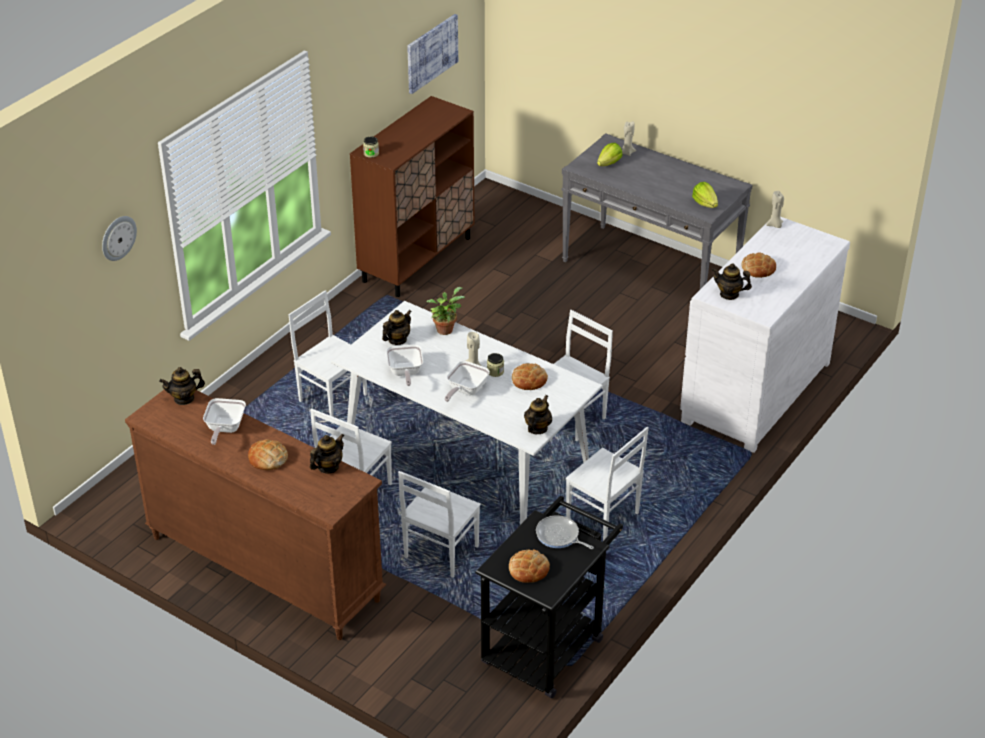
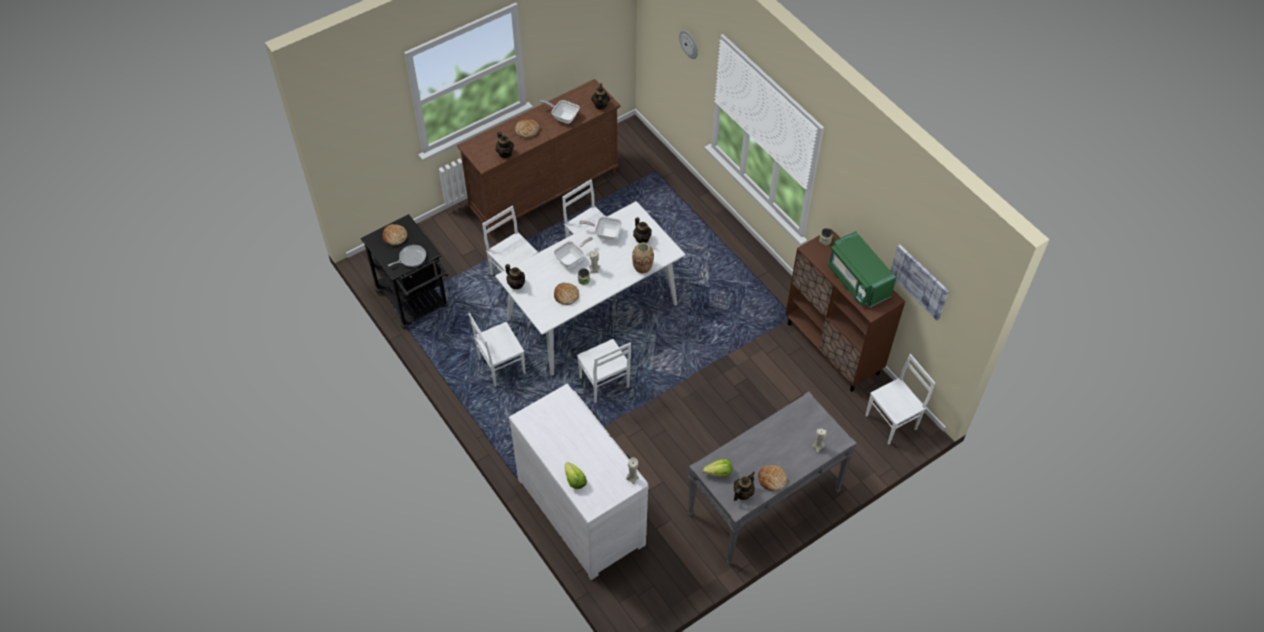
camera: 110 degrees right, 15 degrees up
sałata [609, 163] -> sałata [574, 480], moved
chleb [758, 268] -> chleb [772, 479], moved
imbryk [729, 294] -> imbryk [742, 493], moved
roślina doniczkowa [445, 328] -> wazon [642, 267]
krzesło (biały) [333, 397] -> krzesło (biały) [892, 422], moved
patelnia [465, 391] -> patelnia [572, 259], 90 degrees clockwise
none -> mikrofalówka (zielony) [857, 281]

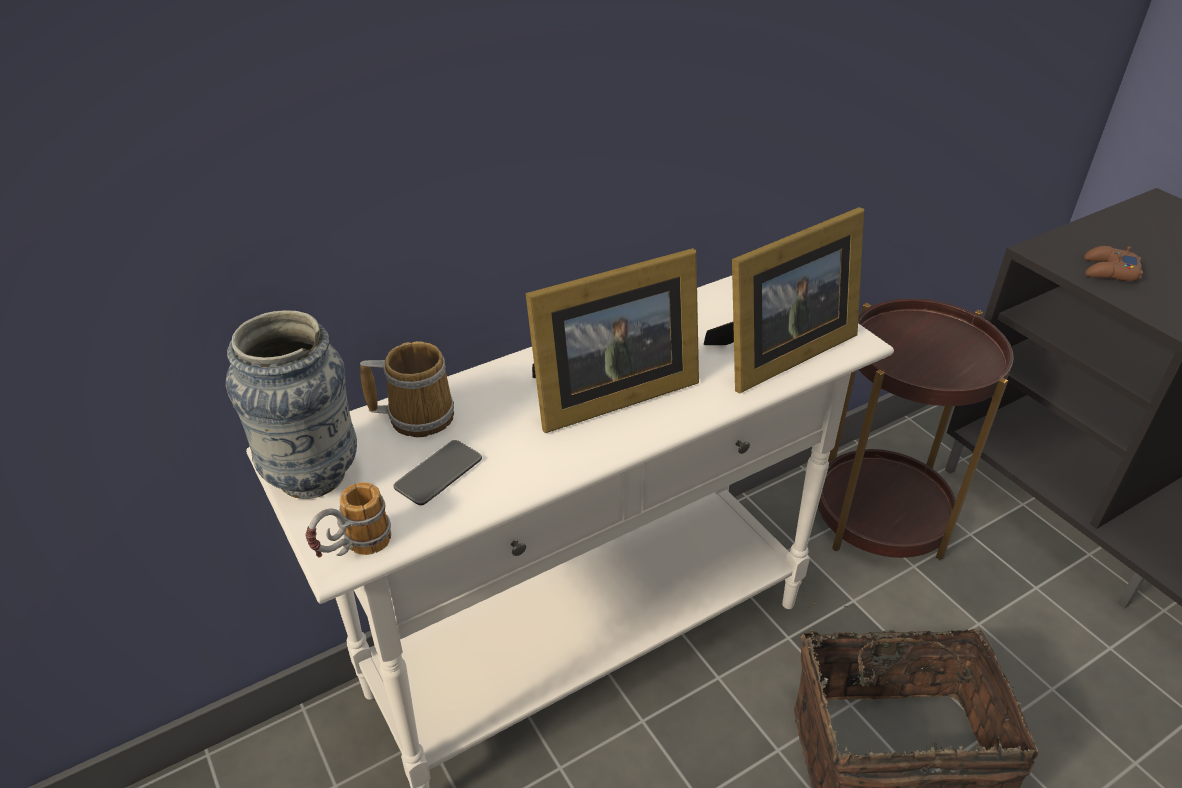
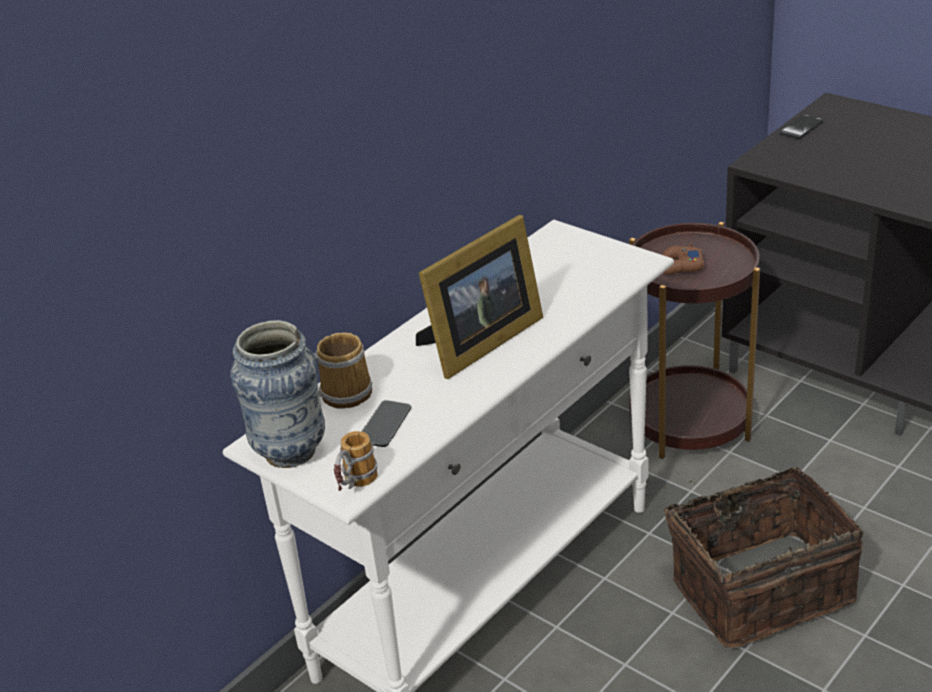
camera: 15 degrees left, 5 degrees down
ramka na zdjęcie [778, 353] -> none
pad do gier (brązowy) [1109, 271] -> pad do gier (brązowy) [681, 266], moved
none -> telefon [801, 128]

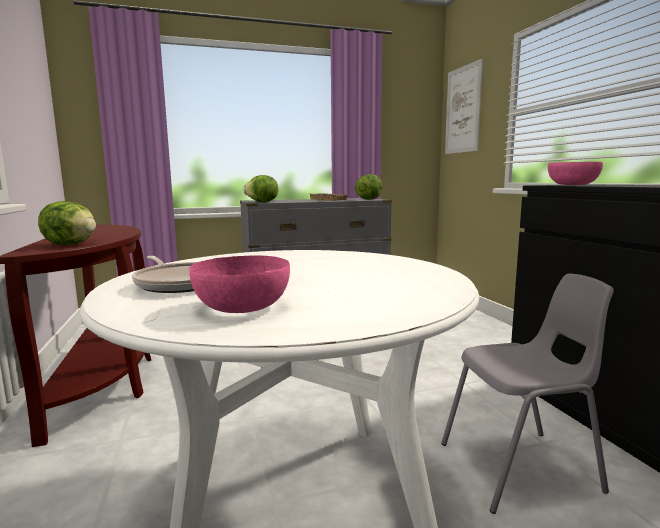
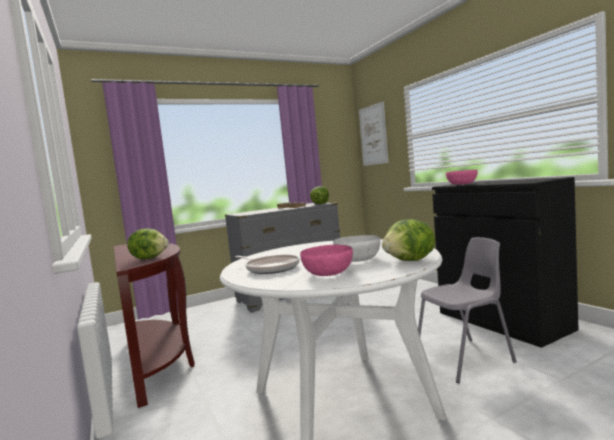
camera: 10 degrees left, 5 degrees down
sałata [262, 202] -> sałata [411, 261], moved
none -> miska (biały) [357, 260]

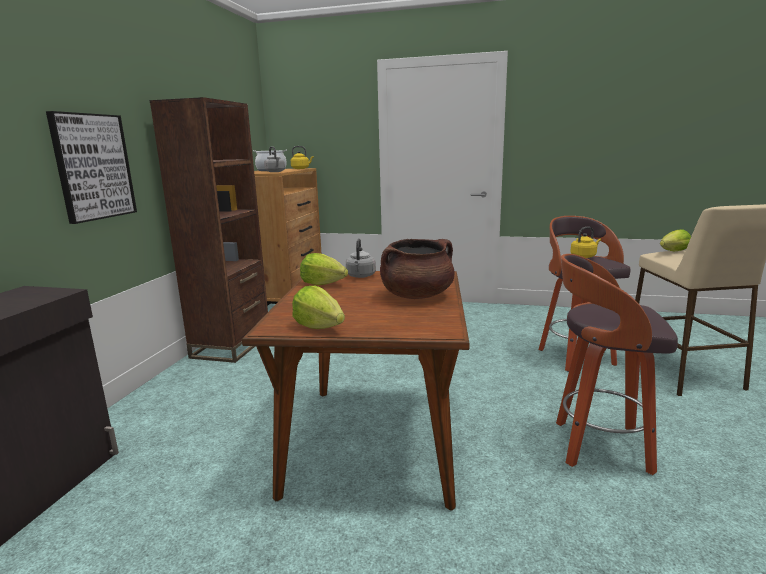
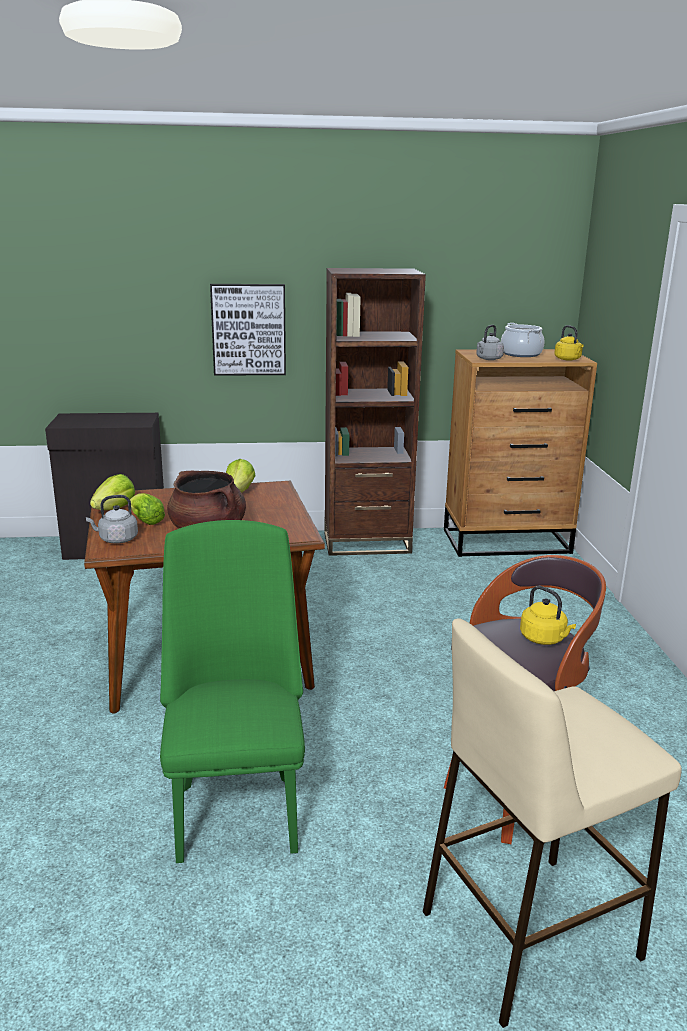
camera: 70 degrees right, 5 degrees up
sałata [672, 252] -> sałata [145, 521], moved
czajnik (szary) [360, 276] -> czajnik (szary) [116, 539], moved
stołek [598, 447] -> krzesło (zielony) [236, 807]

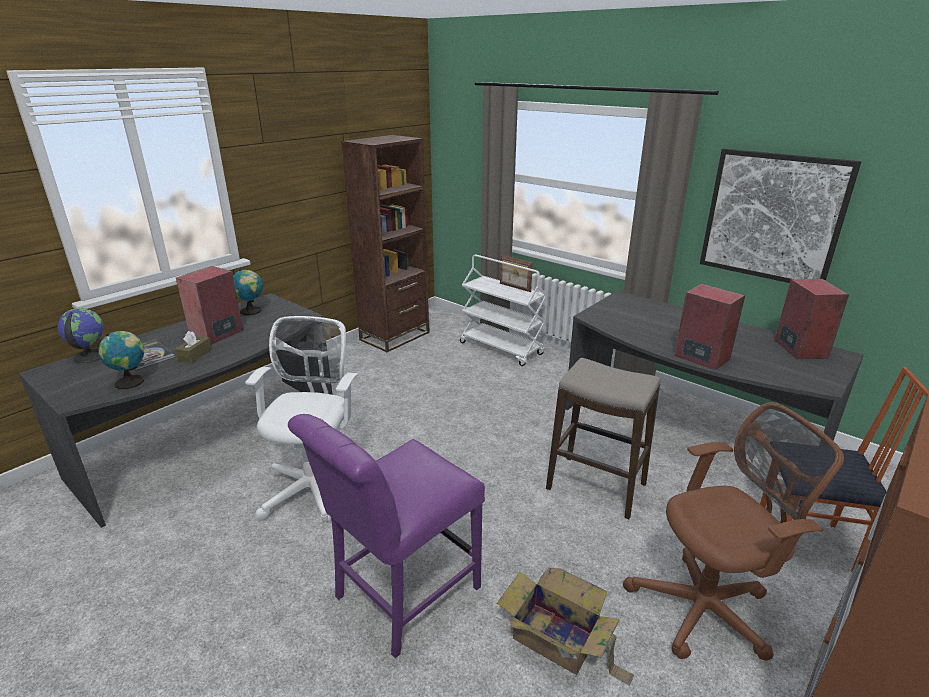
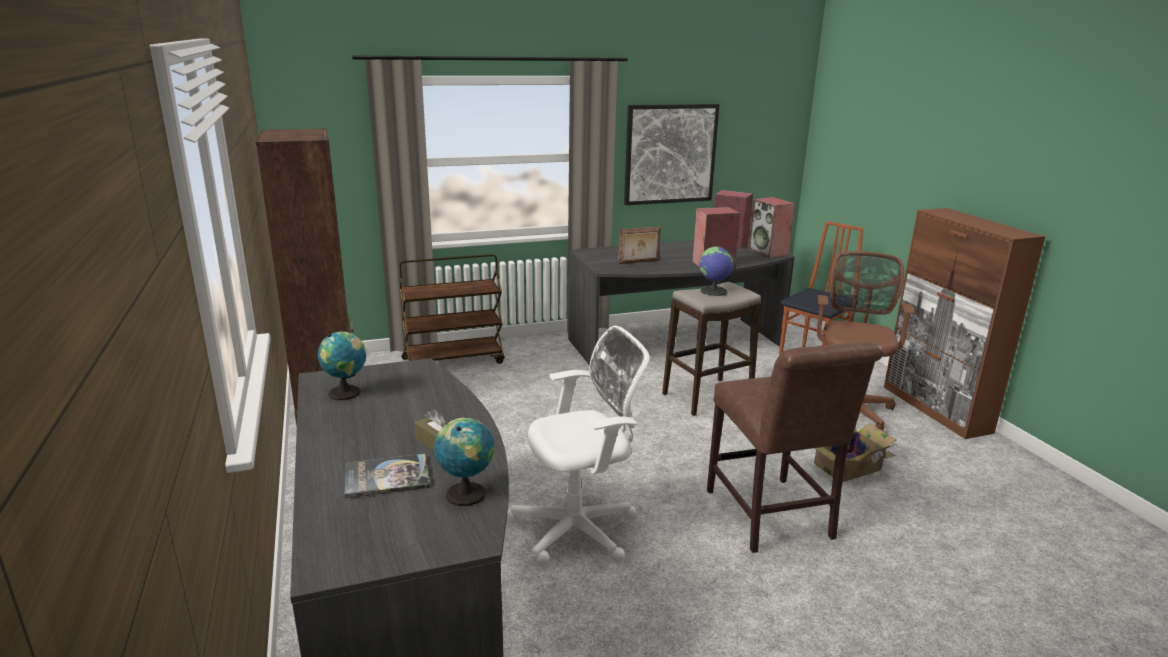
camera: 60 degrees left, 5 degrees down
wózek (biały) [502, 348] -> wózek (brązowy) [454, 360]
ramka na zdjęcie [514, 287] -> ramka na zdjęcie [639, 262], moved
głośnik [216, 334] -> głośnik [768, 252], moved
globus [89, 356] -> globus [713, 291], moved
krzesło biurowe (biały) [315, 486] -> krzesło biurowe (biały) [580, 529], 120 degrees clockwise
krzesło (fioletowy) [400, 596] -> krzesło (brązowy) [771, 518]

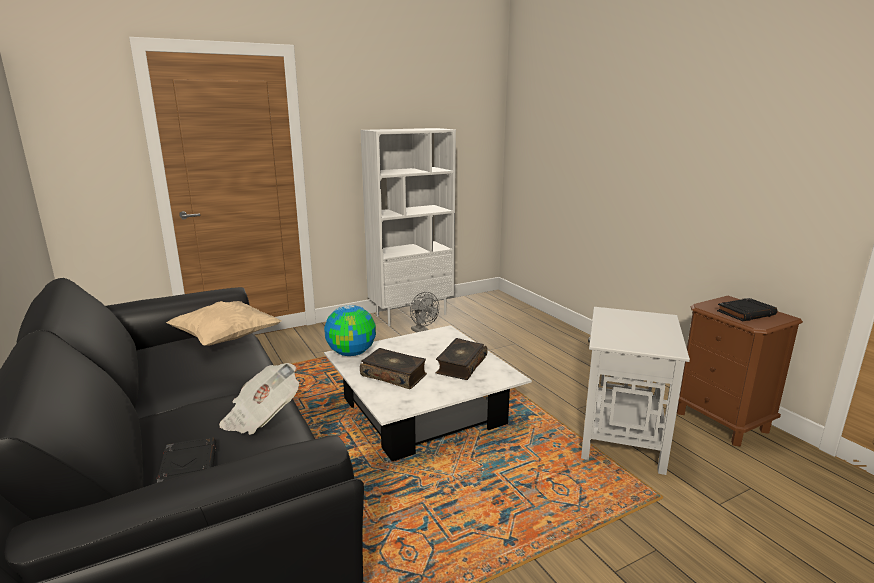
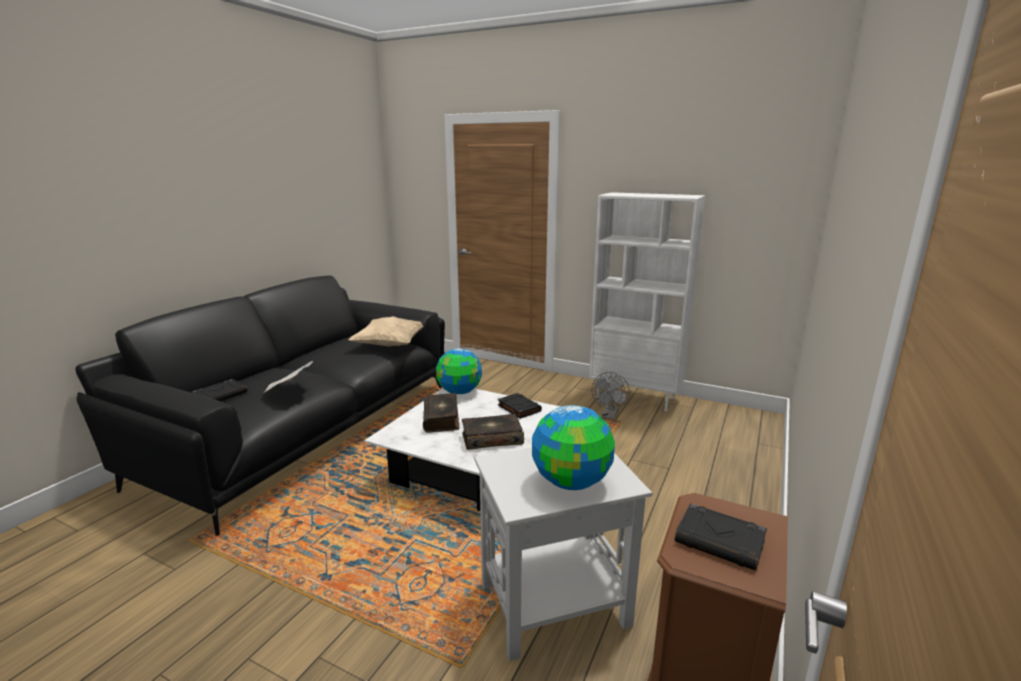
camera: 55 degrees right, 0 degrees up
none -> książka (czarny) [518, 408]
none -> globus [572, 482]

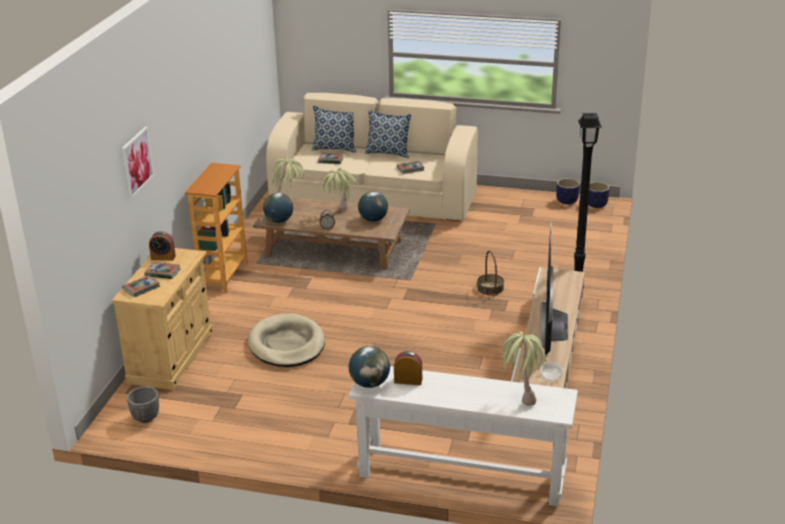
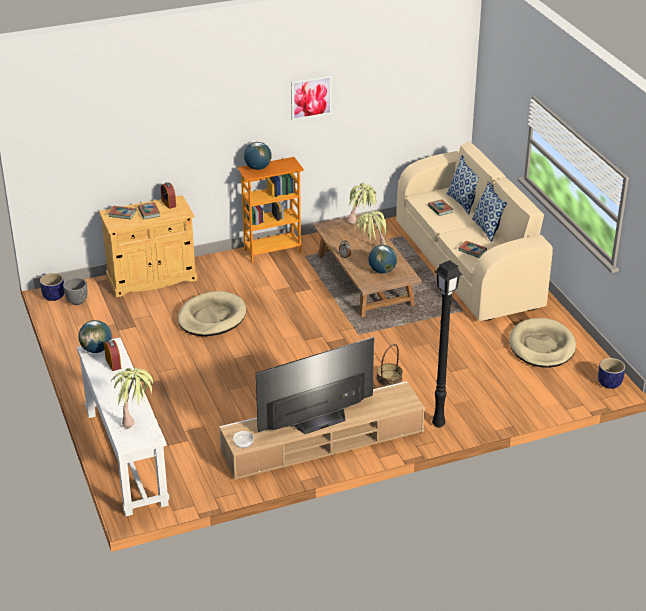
camera: 55 degrees right, 5 degrees up
obraz [137, 162] -> obraz [311, 97], moved
donica [567, 201] -> donica [54, 296], moved
globus [279, 221] -> globus [258, 168], moved
none -> legowisko (beżowy) [542, 346]

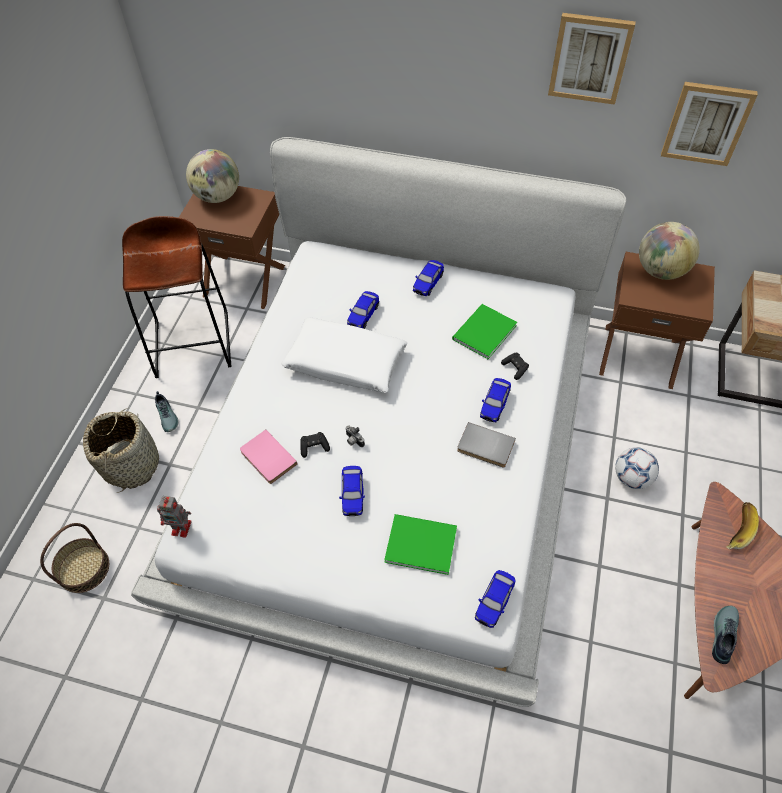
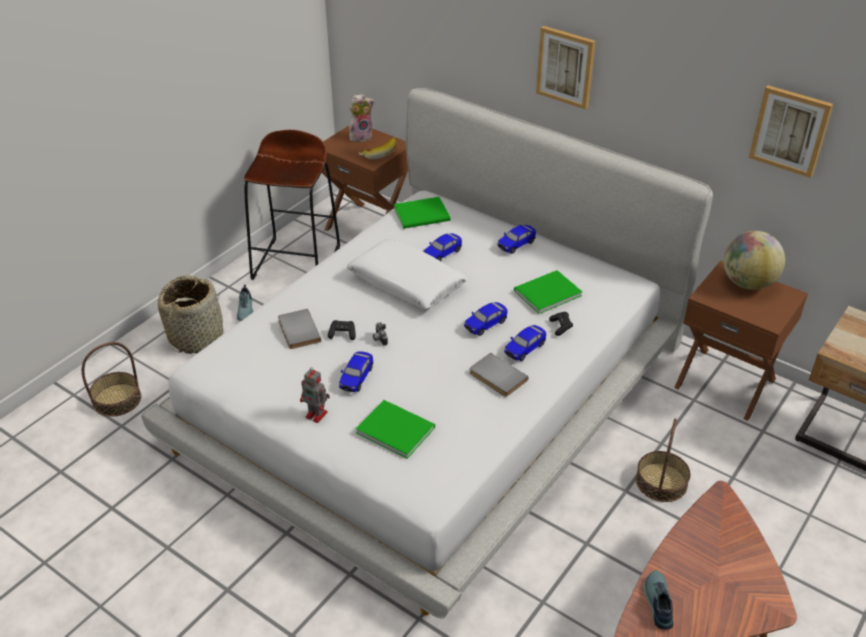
camera: 20 degrees right, 15 degrees down
obraz [590, 58] -> obraz [566, 66], moved
globus [218, 196] -> pluszak [361, 136]
książka (różowy) [267, 459] -> książka (szary) [297, 331]
piłka futbolowa [631, 478] -> koszyk [661, 482]
robot zabawkowy [182, 528] -> robot zabawkowy [317, 415], moved
banan [735, 529] -> banan [378, 153], moved
samochodzik [494, 602] -> samochodzik [485, 325], moved
but [722, 635] -> but [657, 603], 45 degrees counterclockwise
none -> książka (zielony) [423, 215]

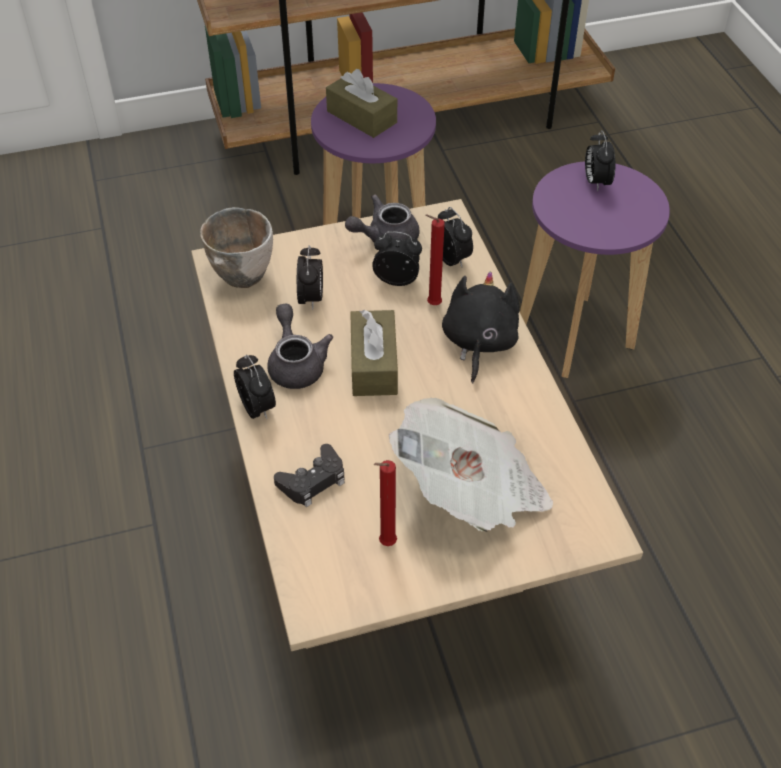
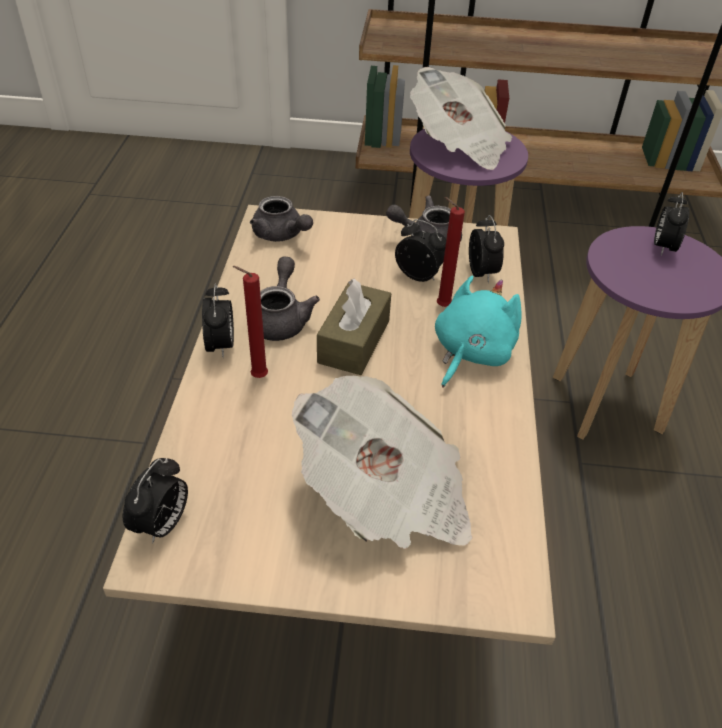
camera: 20 degrees right, 5 degrees down
pudełko chusteczek (brązowy) [361, 117] -> gazeta [459, 145]
miska [245, 275] -> imbryk (szary) [281, 235]
budzik [311, 299] -> budzik [162, 524], moved
pluszak (czarny) [478, 342] -> pluszak (turkusowy) [470, 353]
pad do gier (czarny) [313, 481] -> none
świeca (czerwony) [385, 544] -> świeca (czerwony) [256, 377], moved

